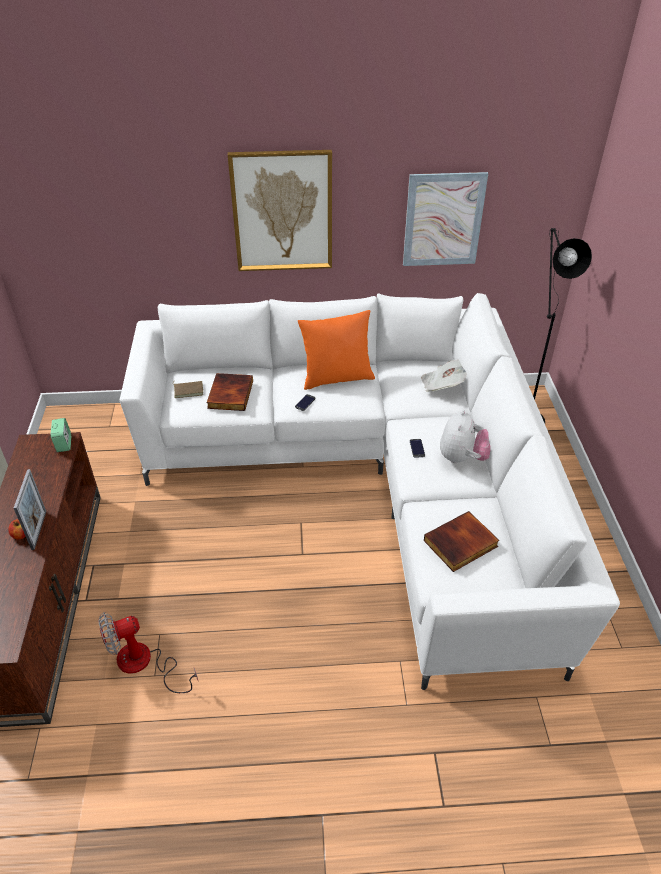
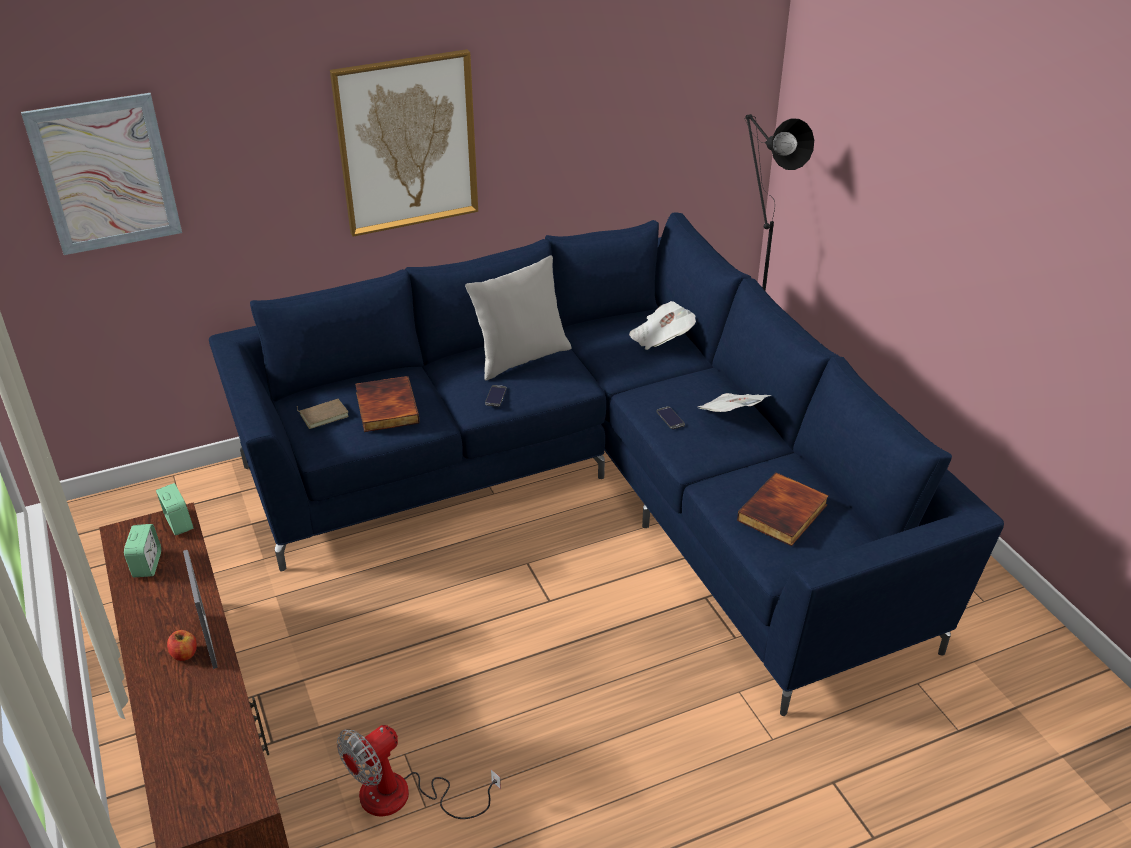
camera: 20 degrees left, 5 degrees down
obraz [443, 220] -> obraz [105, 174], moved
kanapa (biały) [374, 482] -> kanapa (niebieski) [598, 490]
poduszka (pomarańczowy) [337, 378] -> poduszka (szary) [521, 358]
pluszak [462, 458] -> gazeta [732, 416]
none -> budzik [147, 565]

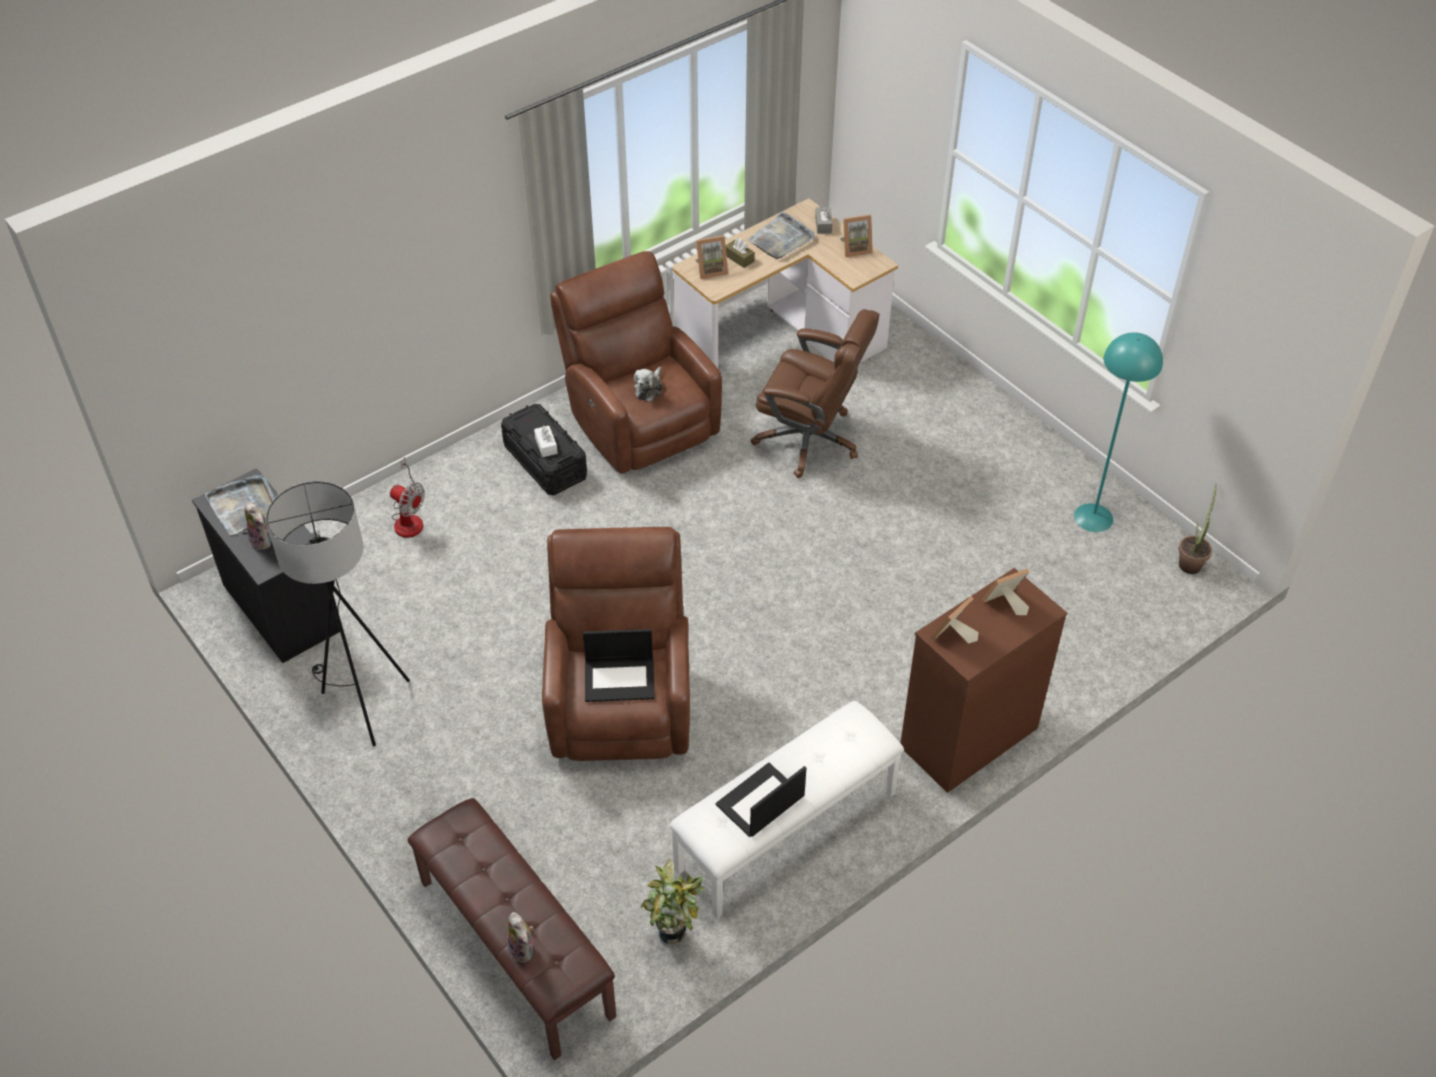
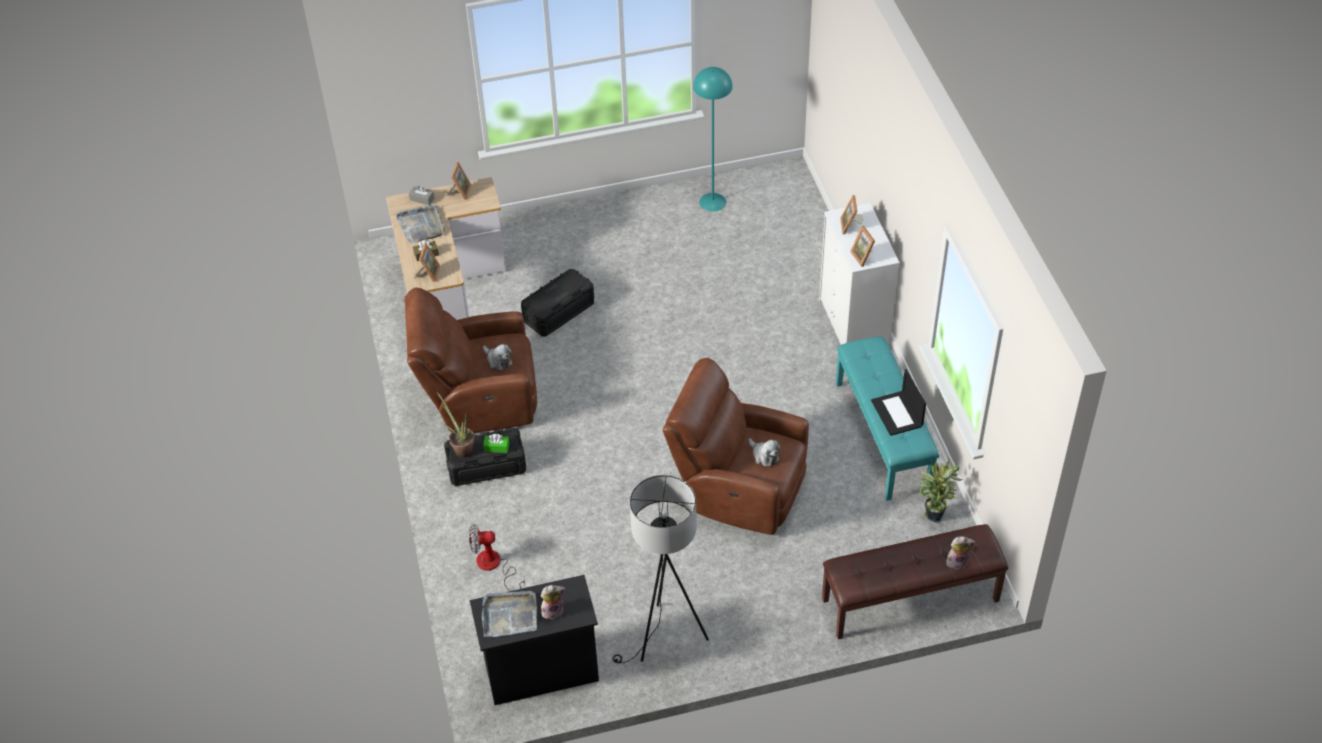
camera: 65 degrees left, 0 degrees up
krzesło biurowe (brązowy) [810, 440] -> pojemnik do przechowywania (czarny) [559, 312]
pudełko chusteczek (biały) [546, 445] -> pudełko chusteczek (zielony) [496, 447]
wentylator [409, 518] -> wentylator [494, 566], 150 degrees counterclockwise
roślina doniczkowa [1191, 562] -> roślina doniczkowa [461, 448], moved
komoda (brązowy) [968, 738] -> komoda (biały) [854, 326]
laptop [620, 679] -> pluszak [764, 455]
ławka (biały) [787, 832] -> ławka (turkusowy) [883, 435]

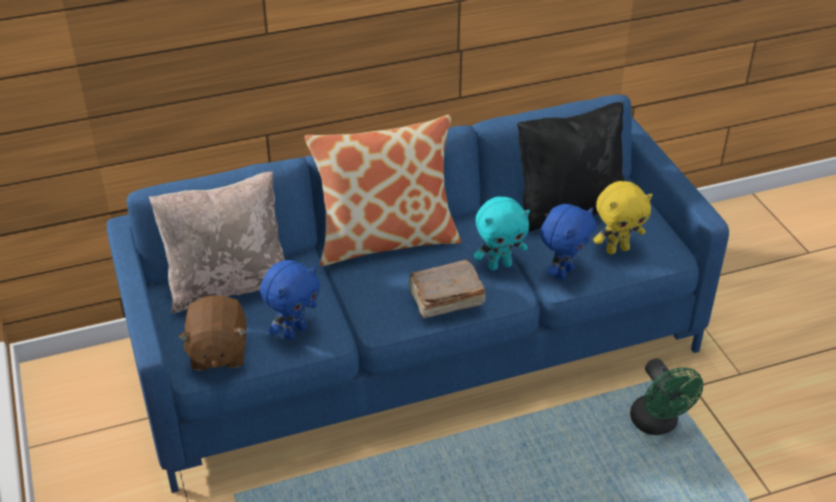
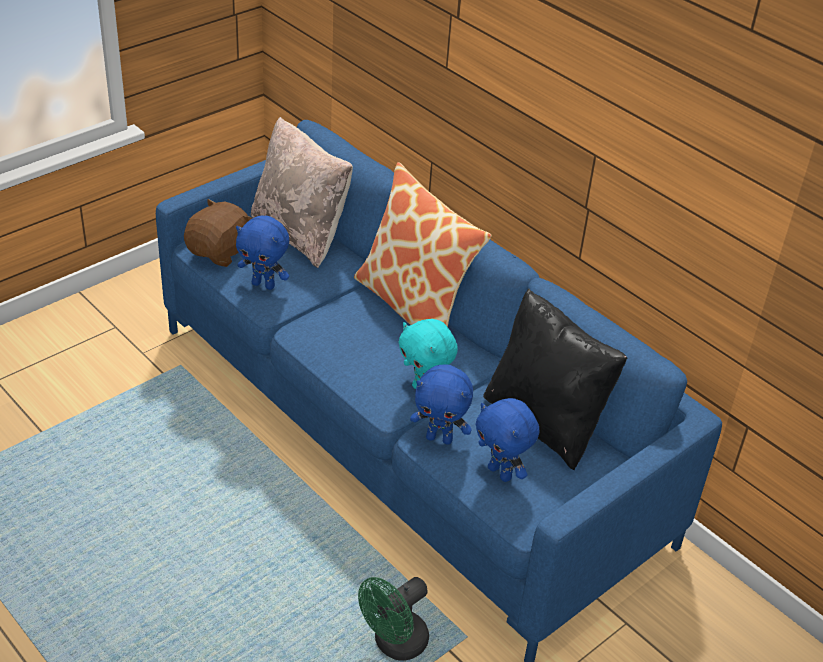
camera: 65 degrees right, 0 degrees up
pluszak (żółty) [617, 249] -> pluszak (niebieski) [501, 473]
książka (brązowy) [445, 299] -> none
pluszak (brązowy) [217, 352] -> pluszak (brązowy) [220, 252], 150 degrees clockwise

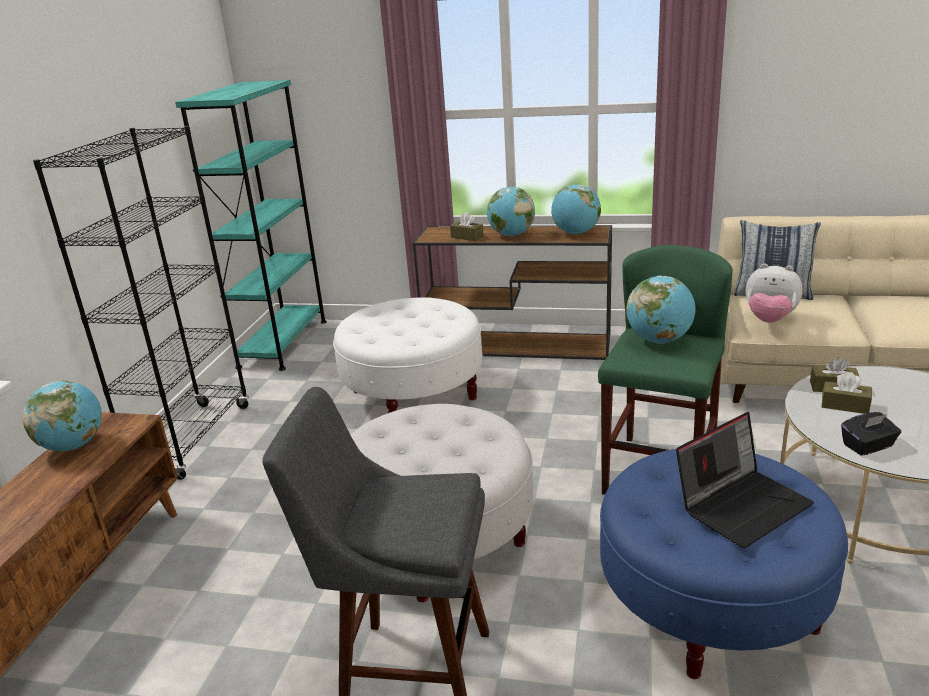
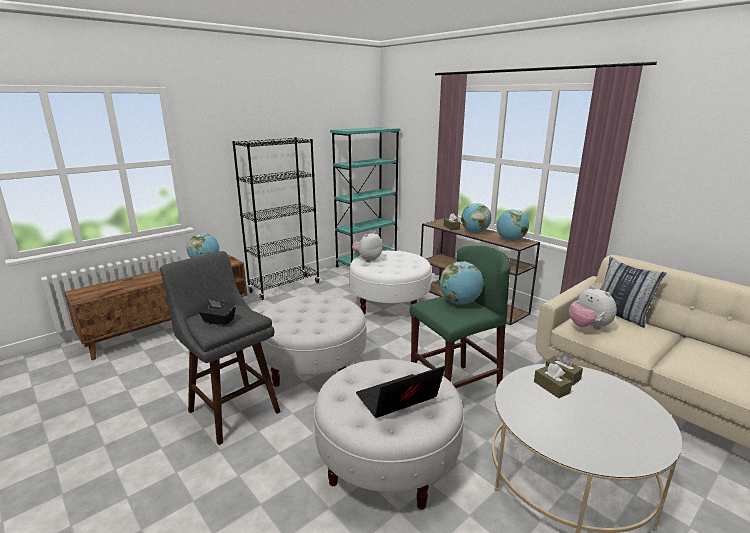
camera: 35 degrees right, 5 degrees down
laptop [742, 504] -> laptop [397, 400], 150 degrees clockwise
pudełko chusteczek (czarny) [868, 446] -> pudełko chusteczek (czarny) [218, 321], moved
pufa (niebieski) [711, 604] -> pufa (biały) [387, 461]
none -> pluszak [367, 259]

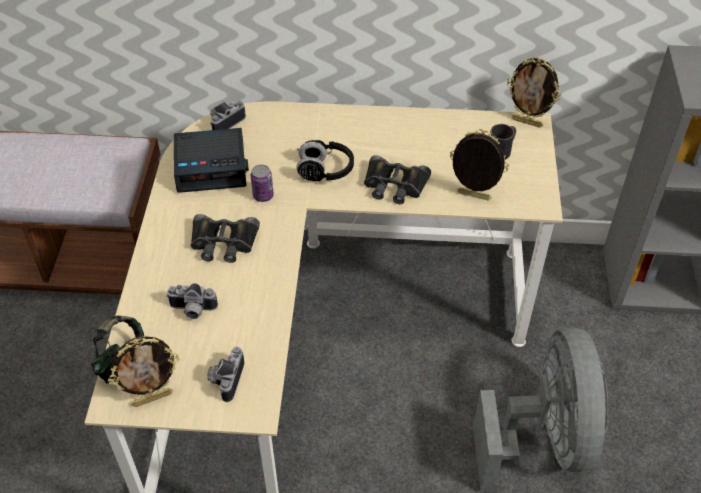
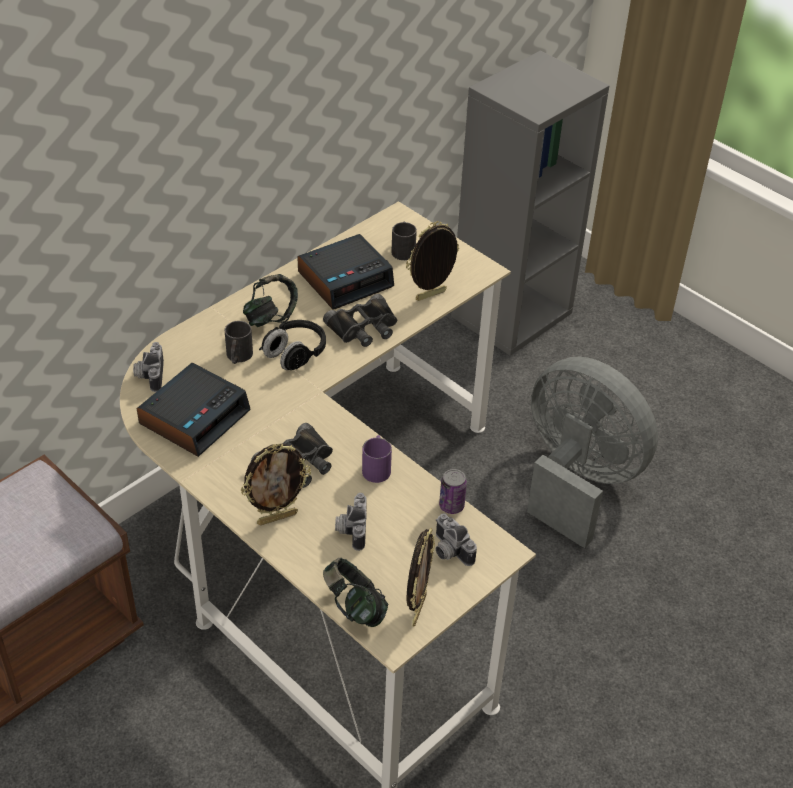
camera: 50 degrees left, 5 degrees down
ramka na zdjęcie [527, 122] -> ramka na zdjęcie [277, 517], moved
puszka [263, 195] -> puszka [451, 506], moved
aparat fotograficzny [192, 310] -> aparat fotograficzny [351, 529], 135 degrees clockwise
none -> budzik [346, 279]
none -> słuchawki [270, 317]
none -> kubek (czarny) [238, 357]
none -> kubek (fioletowy) [376, 467]

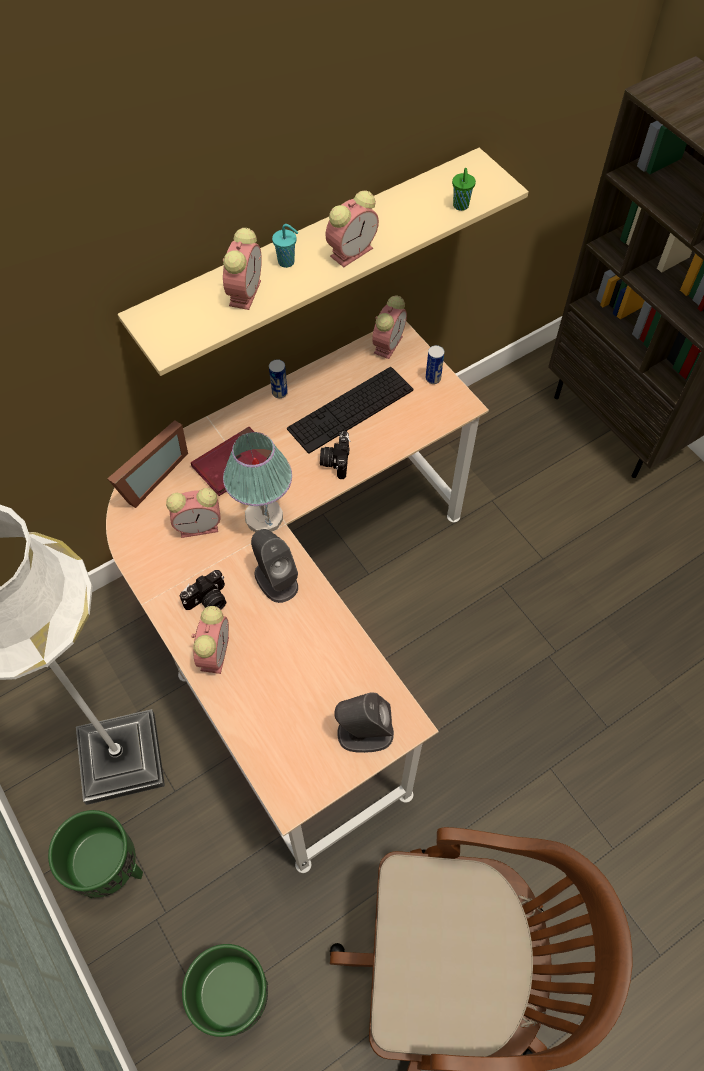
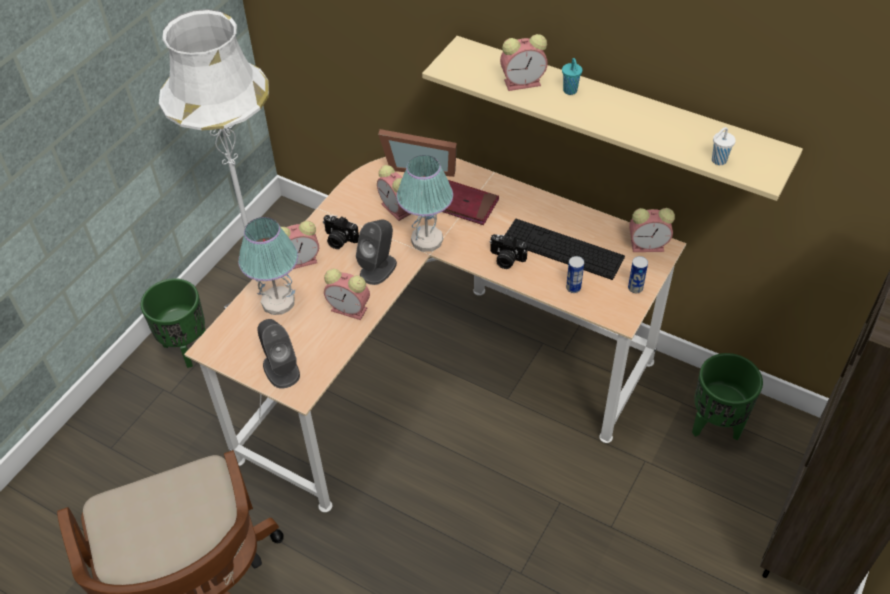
camera: 65 degrees right, 10 degrees down
filiżanka (zielony) [461, 206] -> filiżanka (biały) [718, 161]
budzik [352, 251] -> budzik [350, 309], moved
puszka [279, 392] -> puszka [573, 288], moved
aparat fotograficzny [335, 461] -> aparat fotograficzny [506, 259], 135 degrees counterclockwise
donica (zielony) [237, 997] -> donica (zielony) [715, 426], moved
none -> lampa stołowa [277, 302]

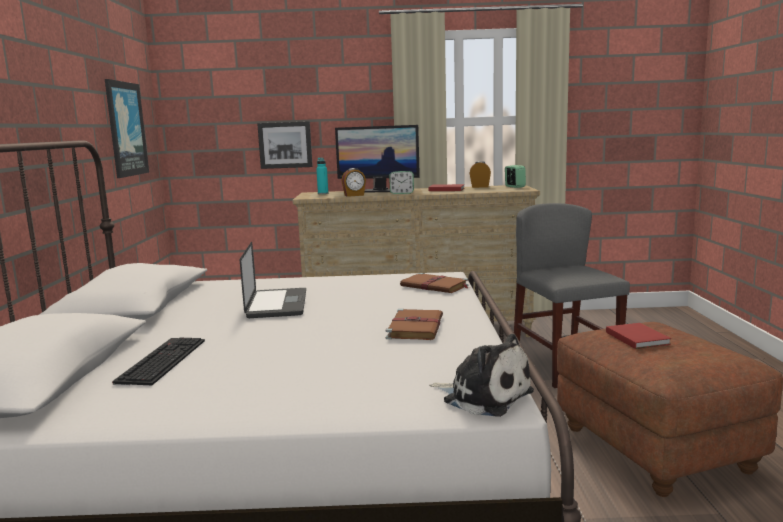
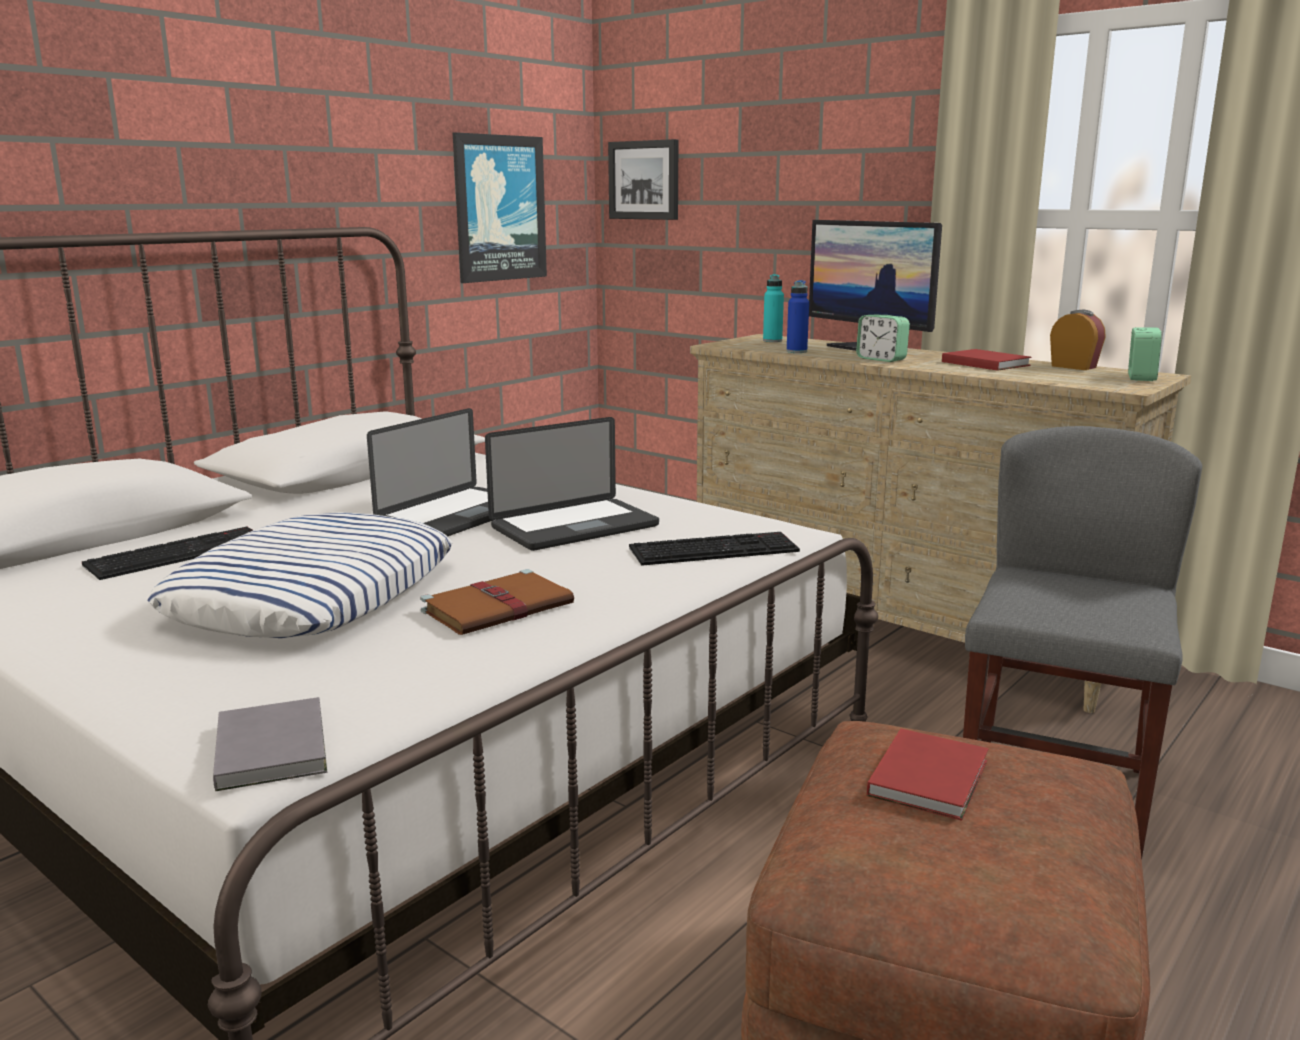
camera: 40 degrees right, 5 degrees up
obraz [285, 145] -> obraz [644, 180], moved
budzik [354, 195] -> butelka (niebieski) [796, 351]
książka (brązowy) [435, 286] -> klawiatura [715, 549]
pluszak [483, 396] -> książka (szary) [274, 746]
none -> laptop [575, 527]
none -> poduszka [313, 594]

